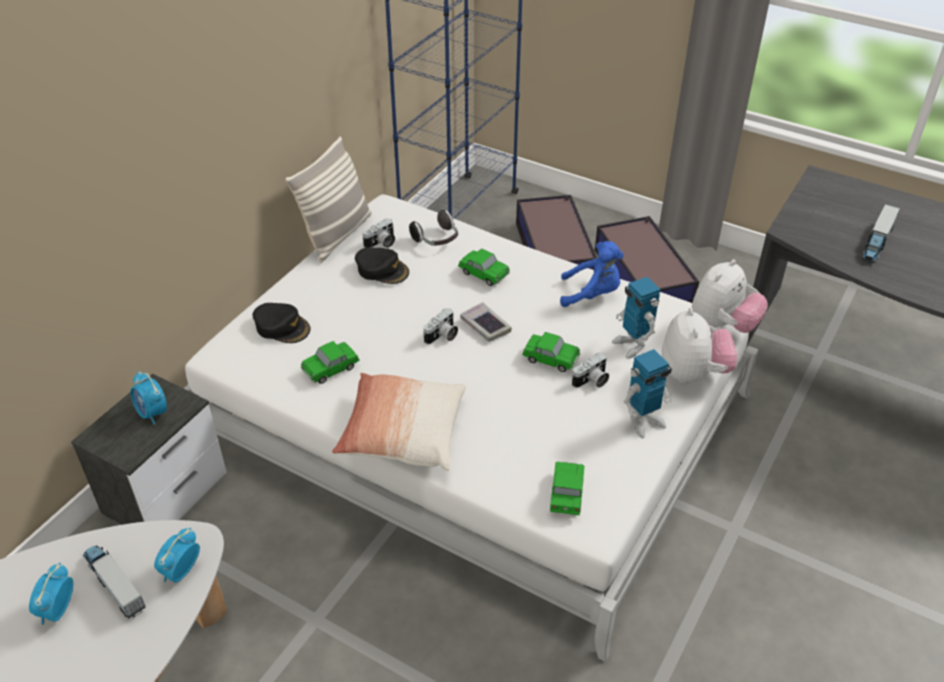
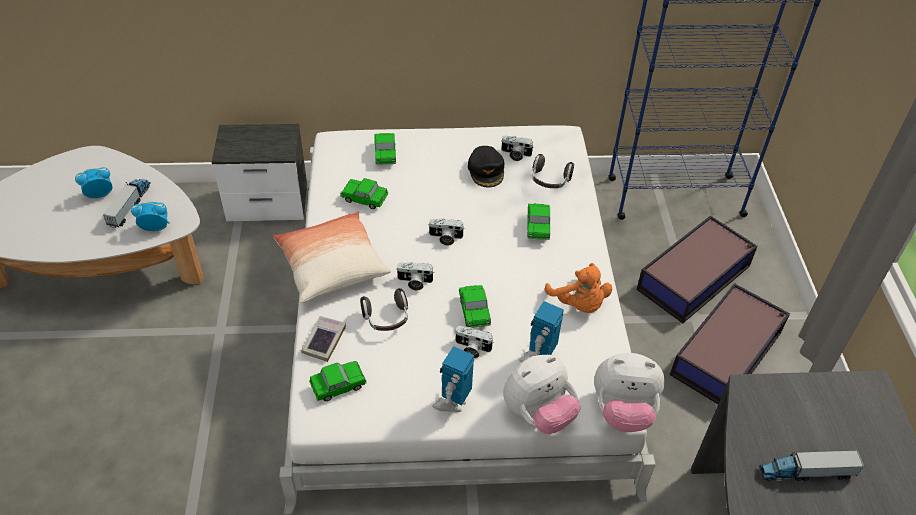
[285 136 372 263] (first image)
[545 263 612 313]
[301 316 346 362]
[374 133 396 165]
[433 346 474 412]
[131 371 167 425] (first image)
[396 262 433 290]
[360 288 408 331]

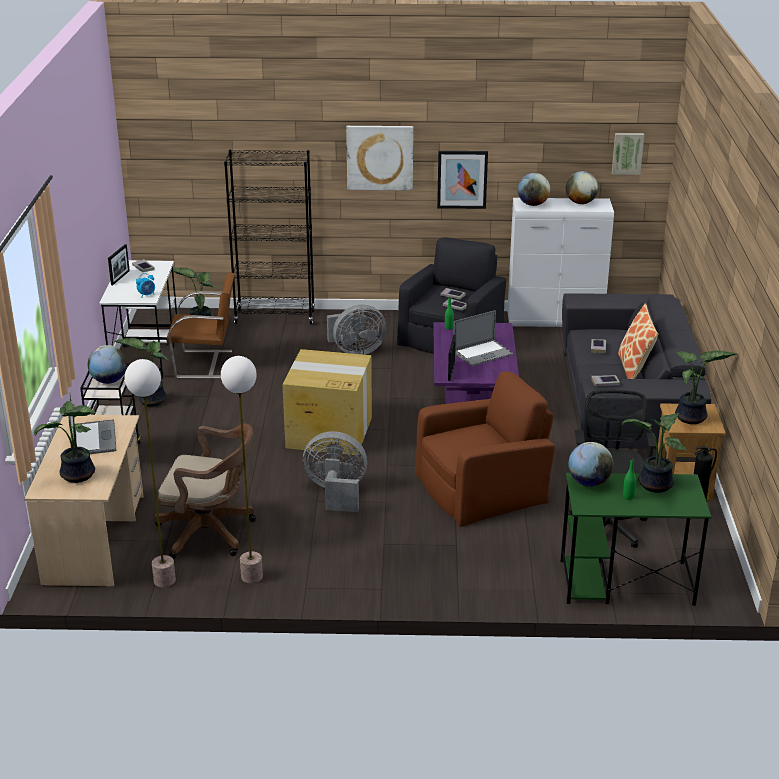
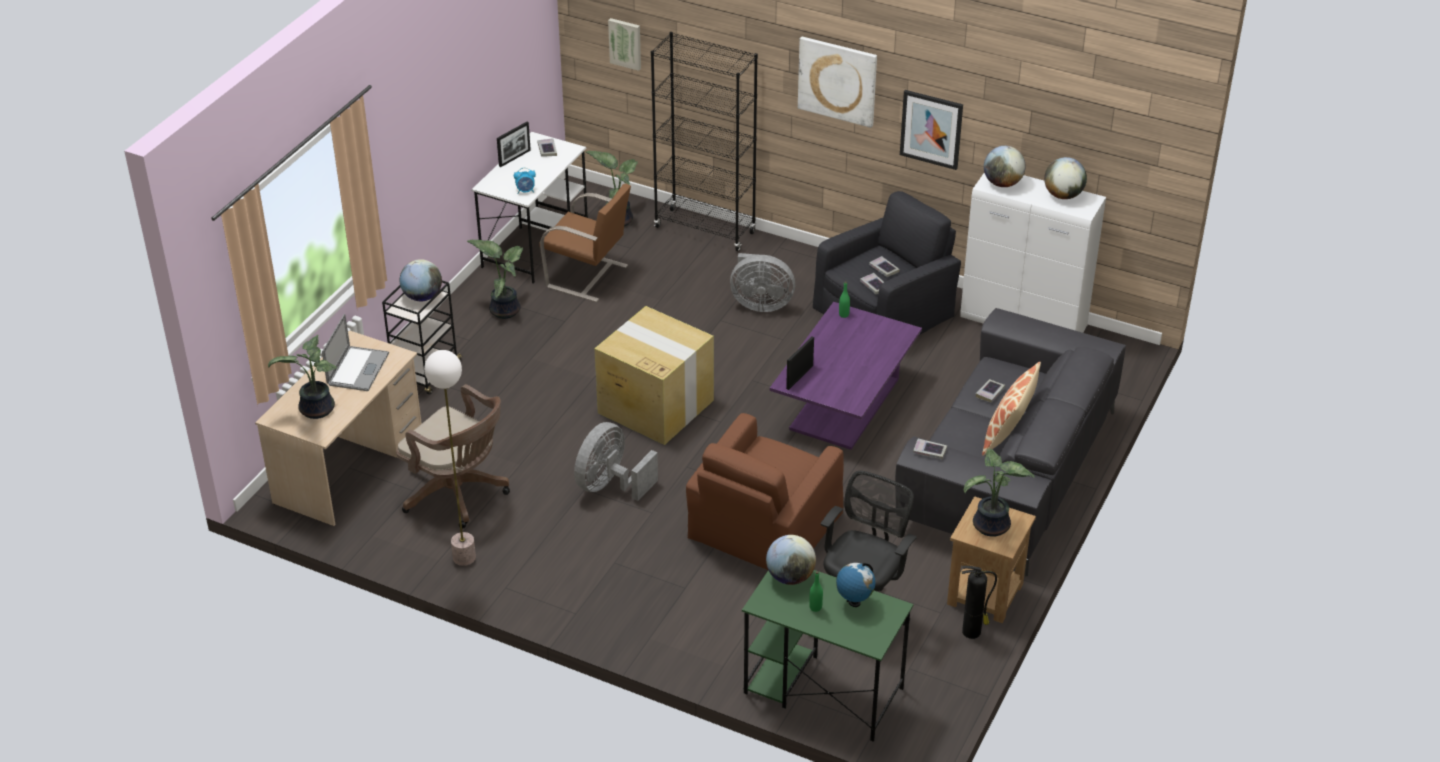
[608 18 641 71]
[453 310 513 366] (first image)
[125 359 176 587] (first image)
[686 413 844 570]
[836 563 875 607]
[574 422 658 501]

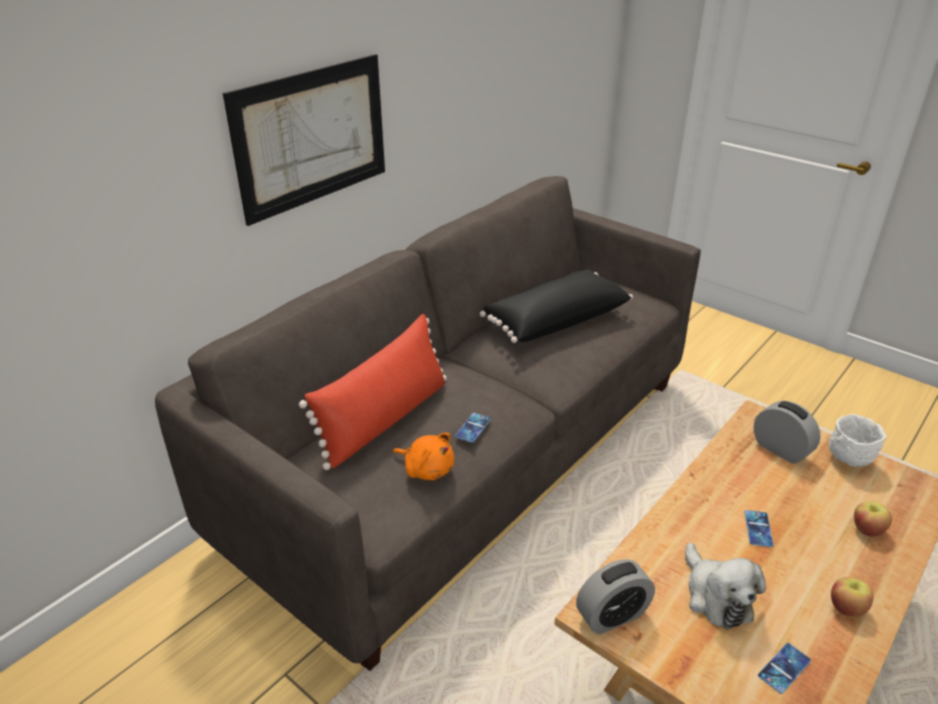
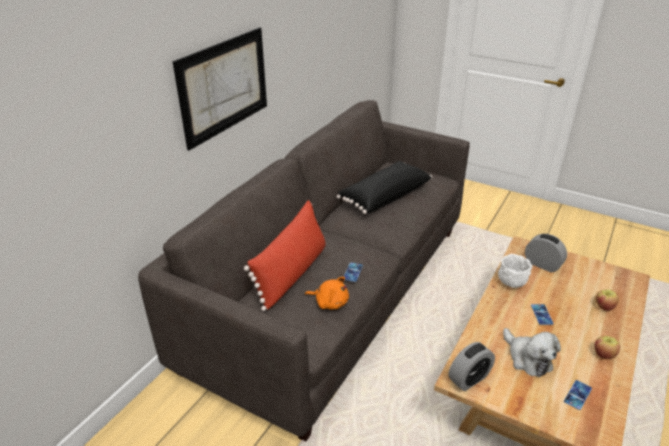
[498 254 533 288]

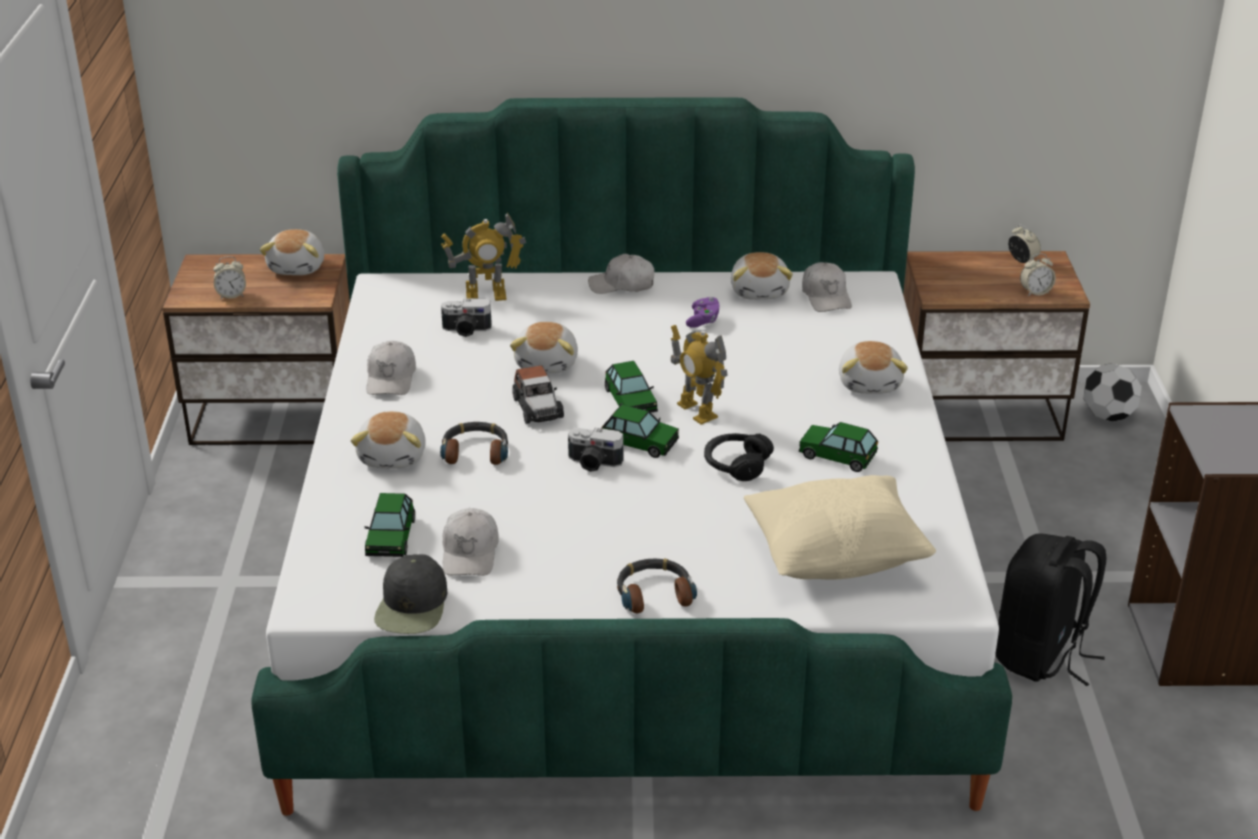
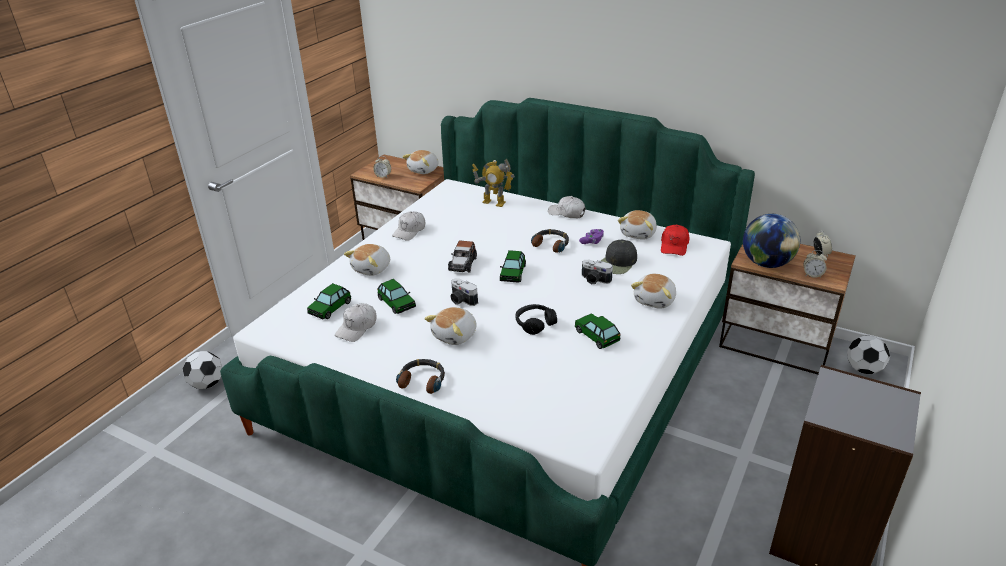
[661 225 690 256]
[582 260 613 284]
[425 307 477 345]
[671 325 728 425] (first image)
[377 279 416 314]
[531 229 569 253]
[744 475 936 579] (first image)
[995 533 1106 686] (first image)
[601 239 637 274]
[743 214 800 268]
[182 351 222 389]

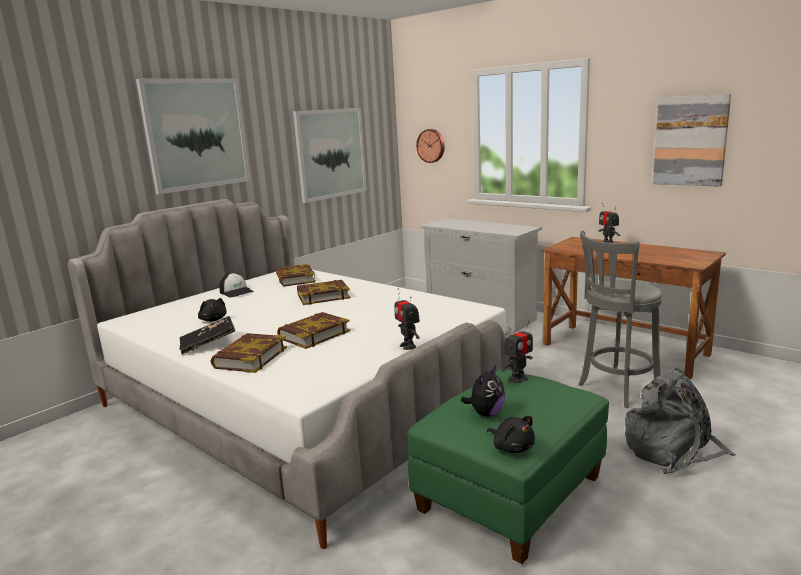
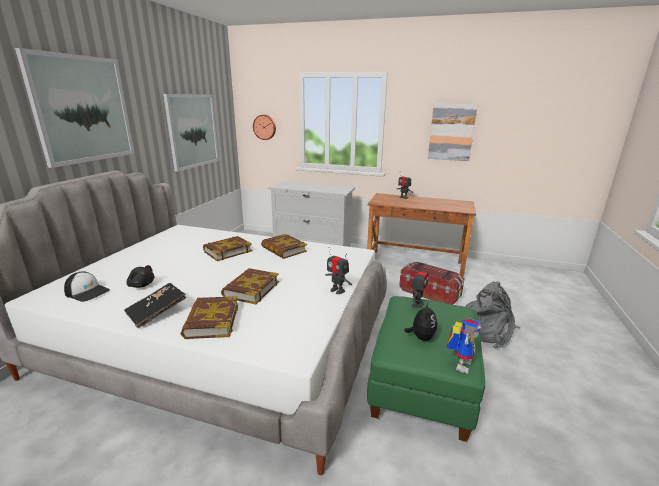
[399 262 464 305]
[261 234 307 259]
[64 271 110 302]
[446 318 482 374]

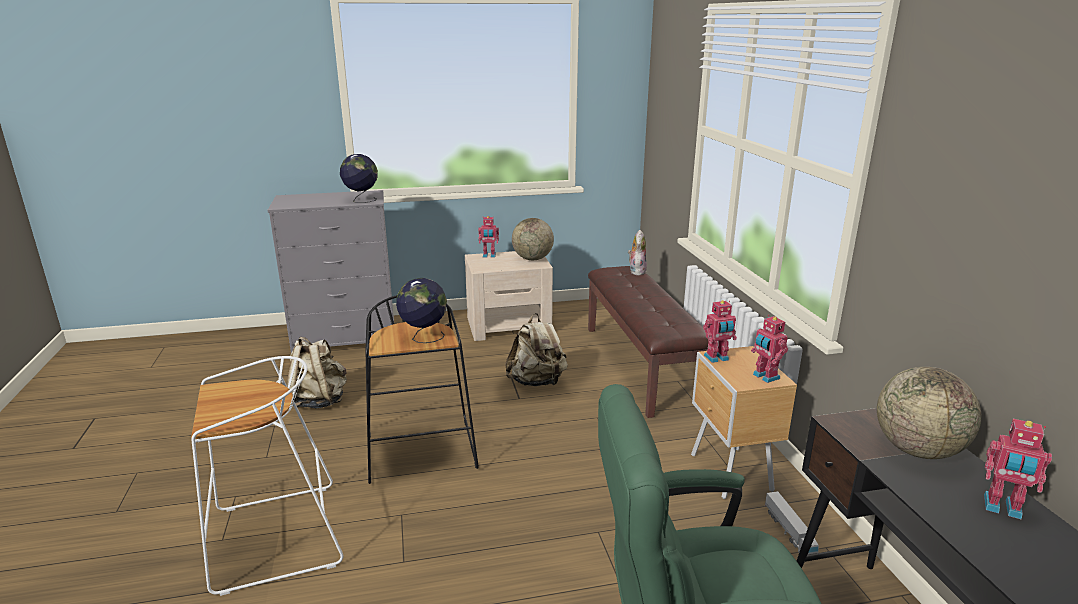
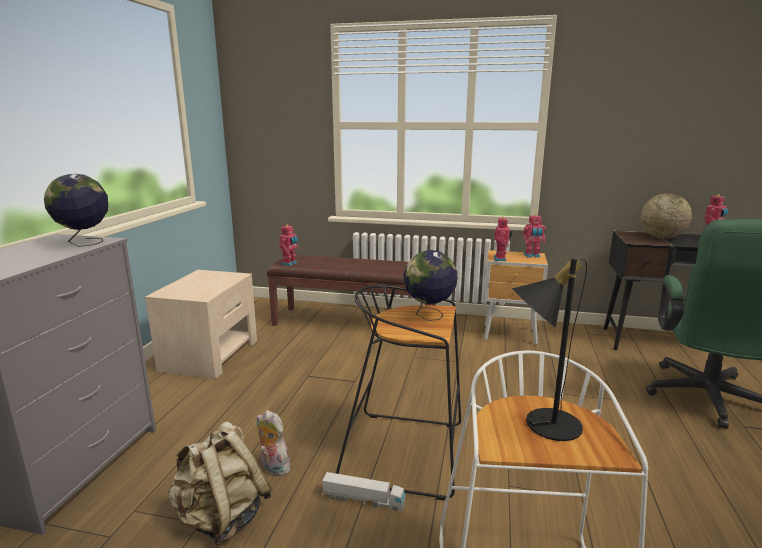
[279 225 299 266]
[512 218 554 260] (first image)
[257 410 290 476]
[505 313 568 386] (first image)
[322 472 405 511]
[512 258 587 441]

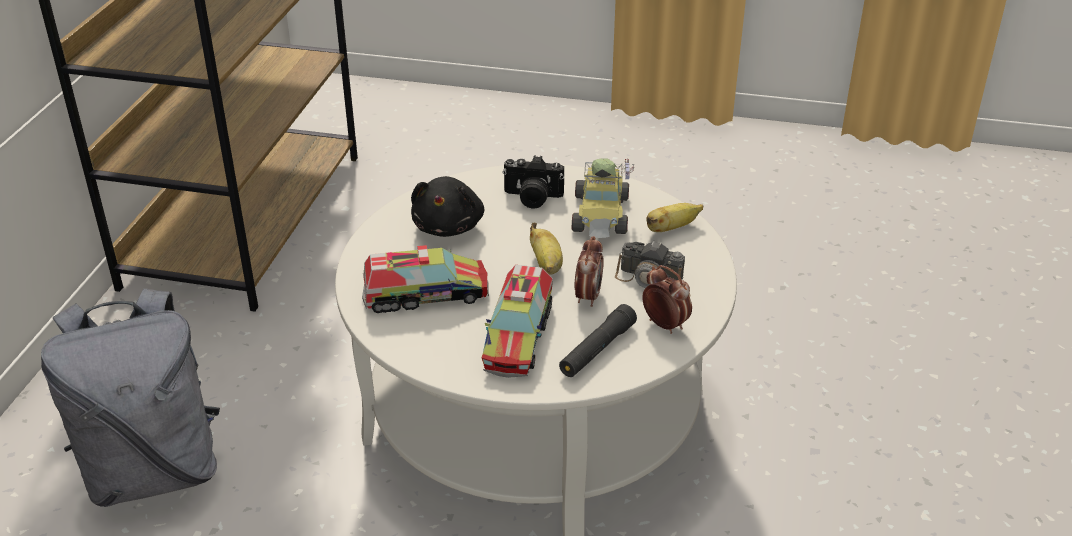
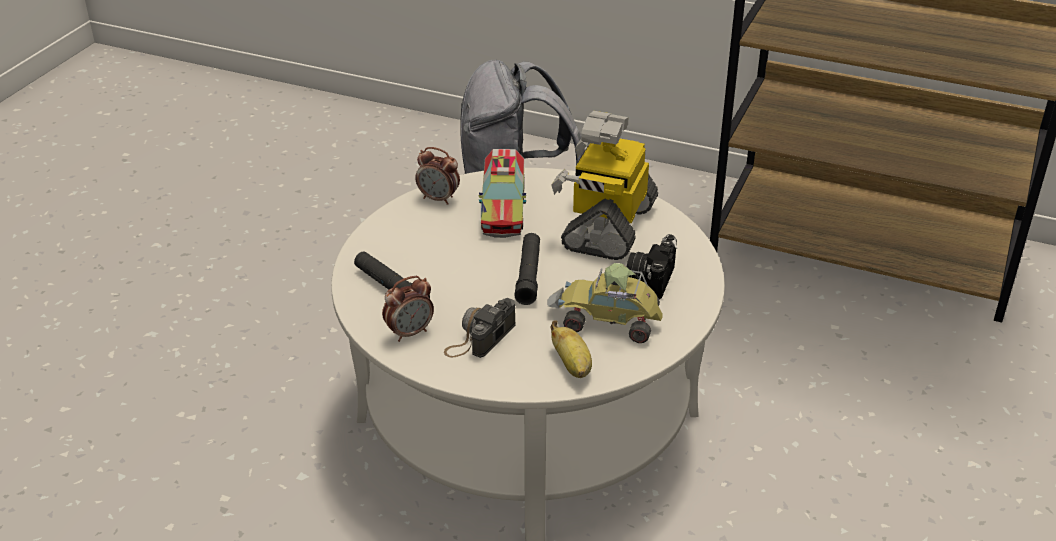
[551 111 658 260]
[514 233 540 305]
[415 147 460 205]
[481 265 553 378] (first image)

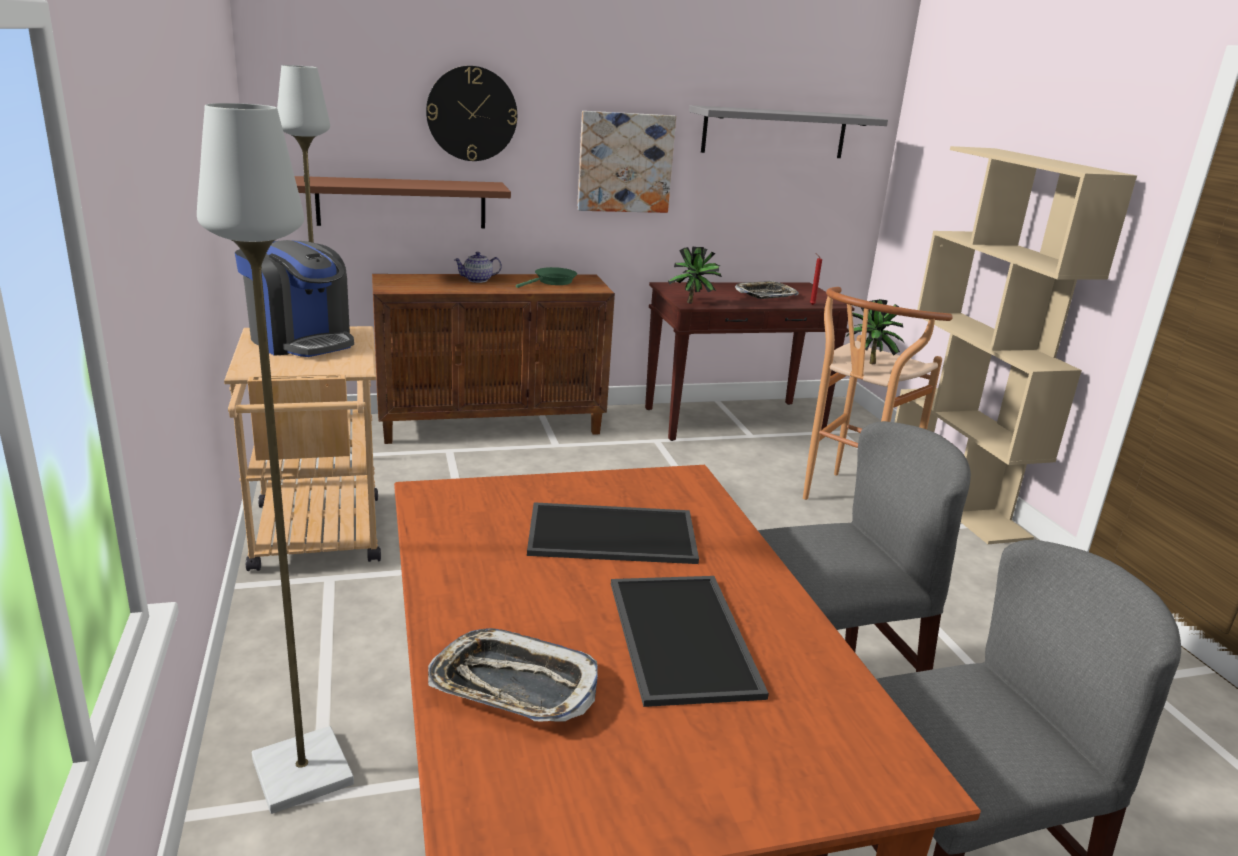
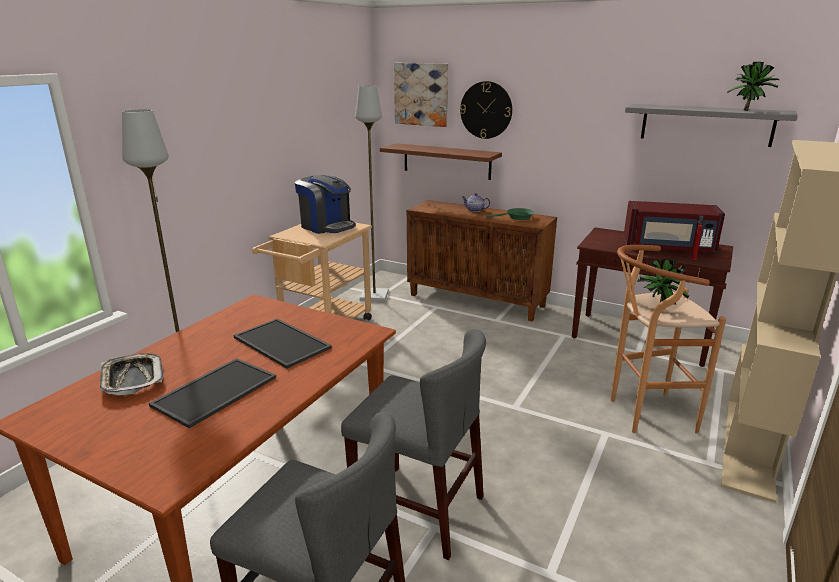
[394 63 448 127]
[295 175 356 234]
[727 62 779 111]
[624 201 725 254]

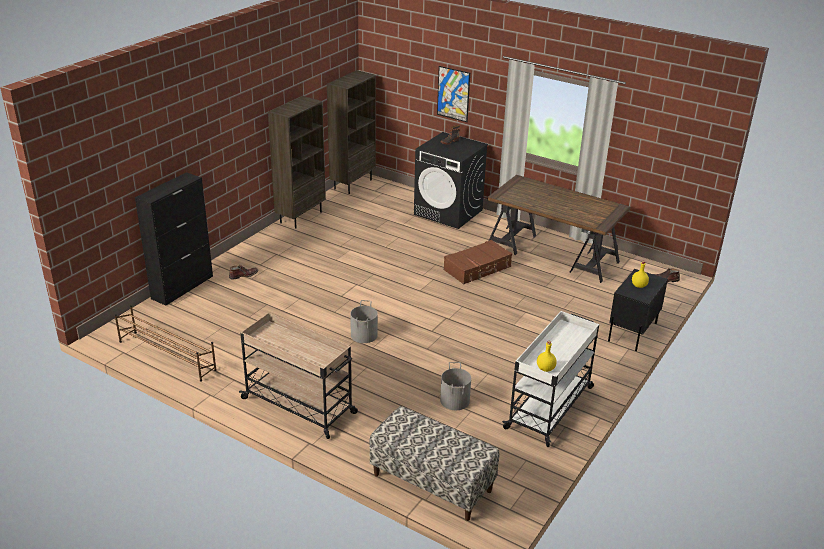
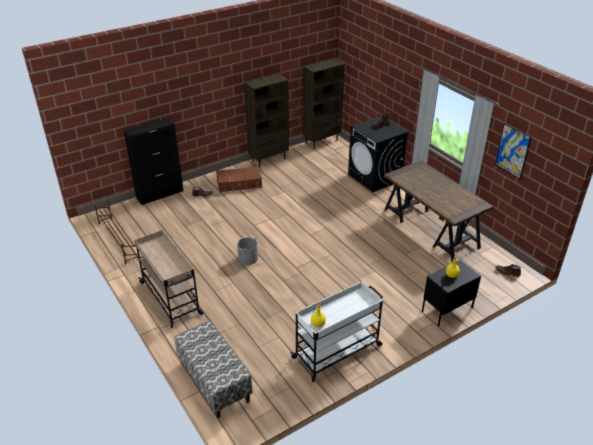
[495 123 531 180]
[216 166 262 192]
[440 362 471 410] (first image)

